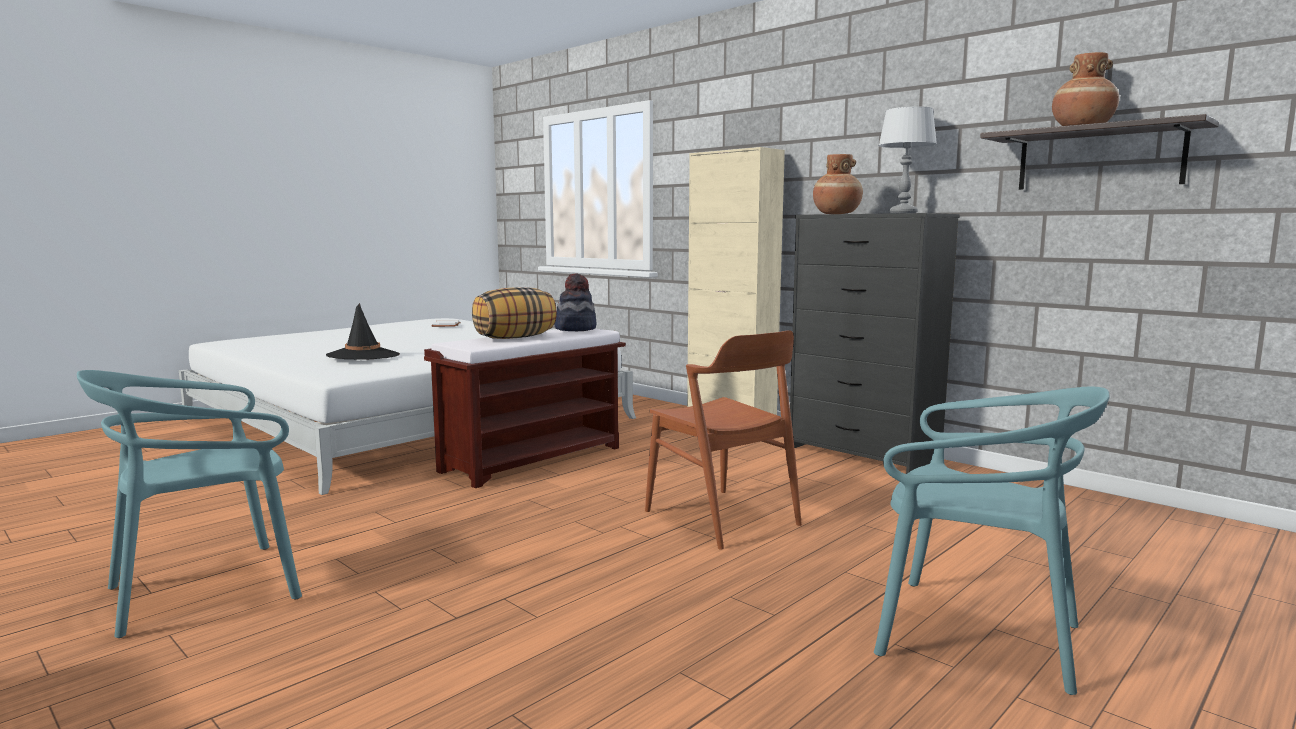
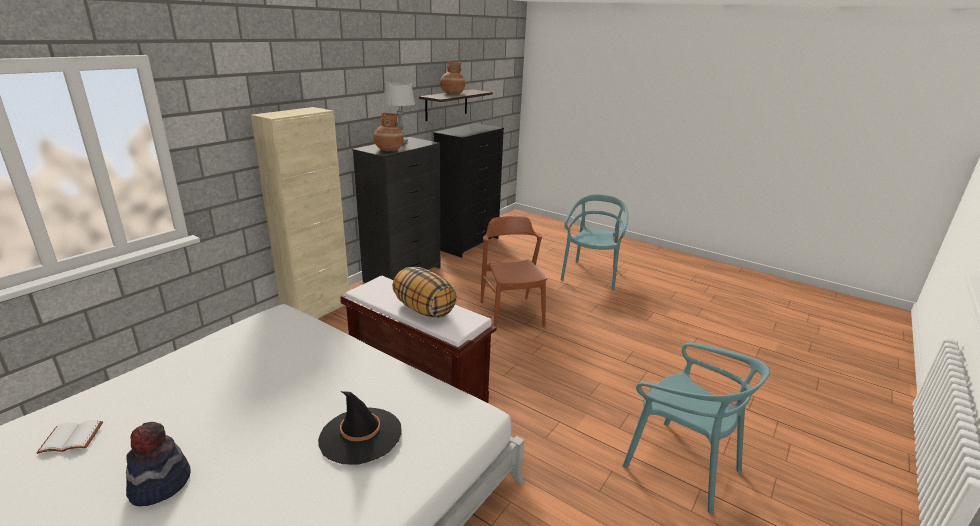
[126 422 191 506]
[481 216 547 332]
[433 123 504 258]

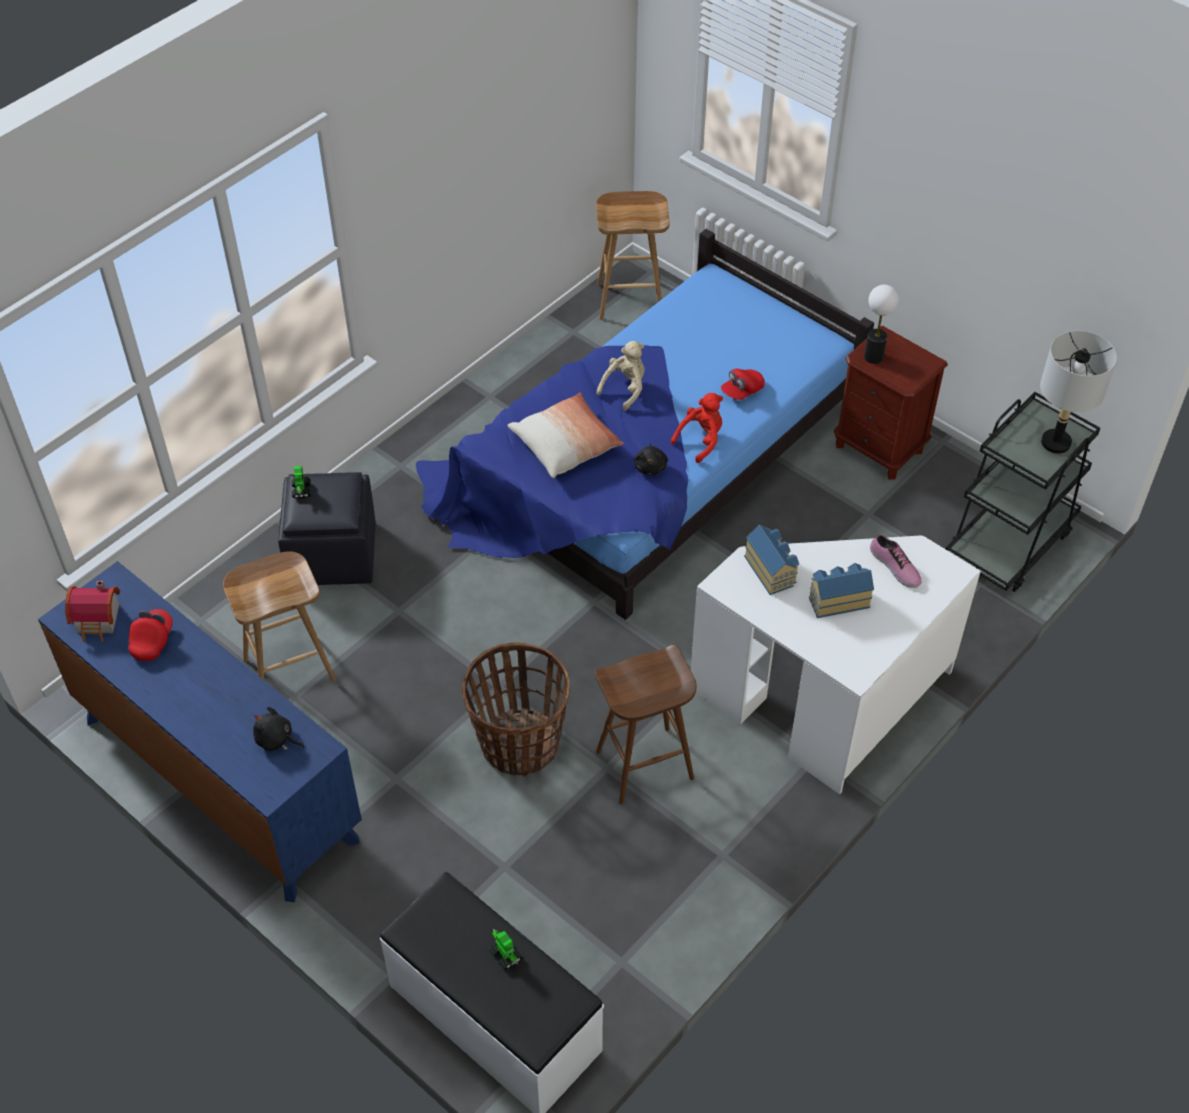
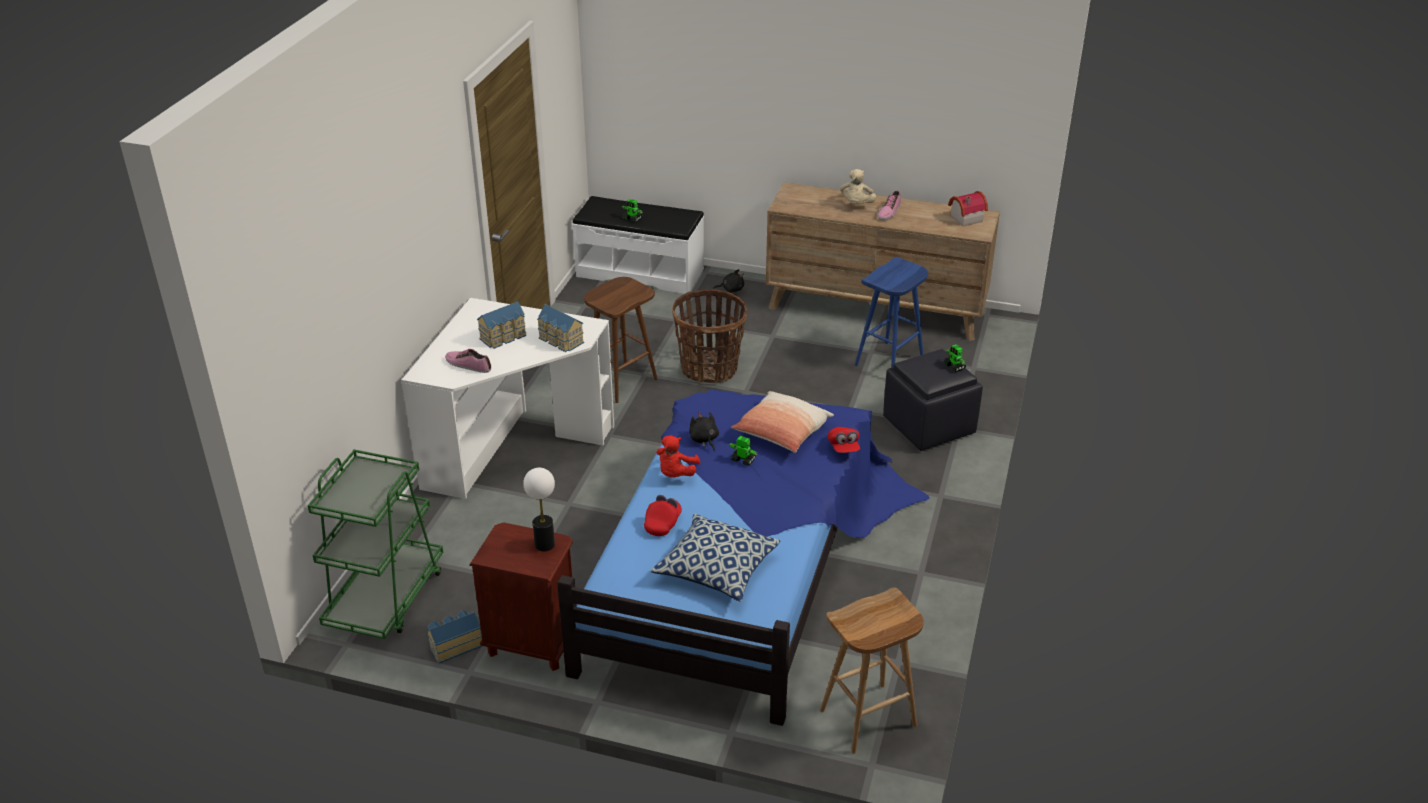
[1040 331 1117 454] (first image)
[840 169 876 205]
[308 449 443 639]
[855 257 928 368]
[766 182 1000 341]
[828 427 860 453]
[713 269 744 293]
[877 190 901 220]
[729 436 758 466]
[650 514 780 601]
[427 610 482 664]

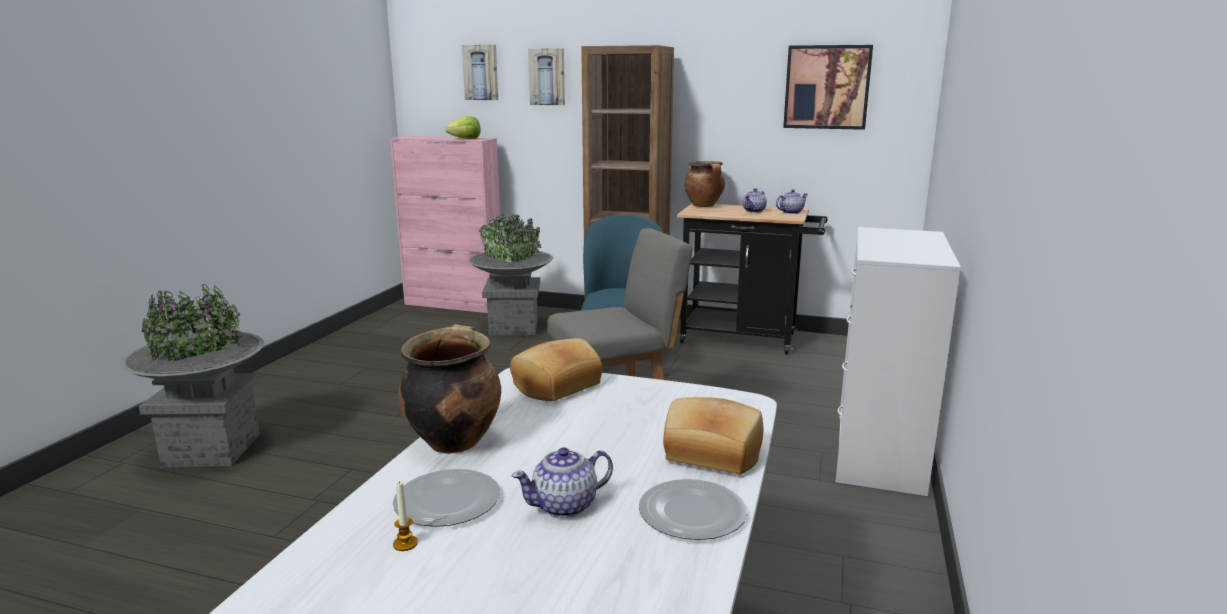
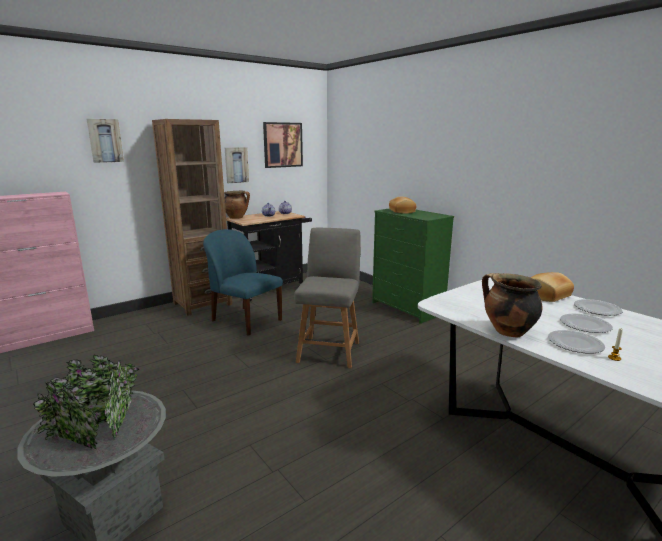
[225 147 249 183]
[446 117 481 139] (first image)
[468 214 553 336] (first image)
[372 208 454 324]
[389 196 416 214]
[560 314 613 333]

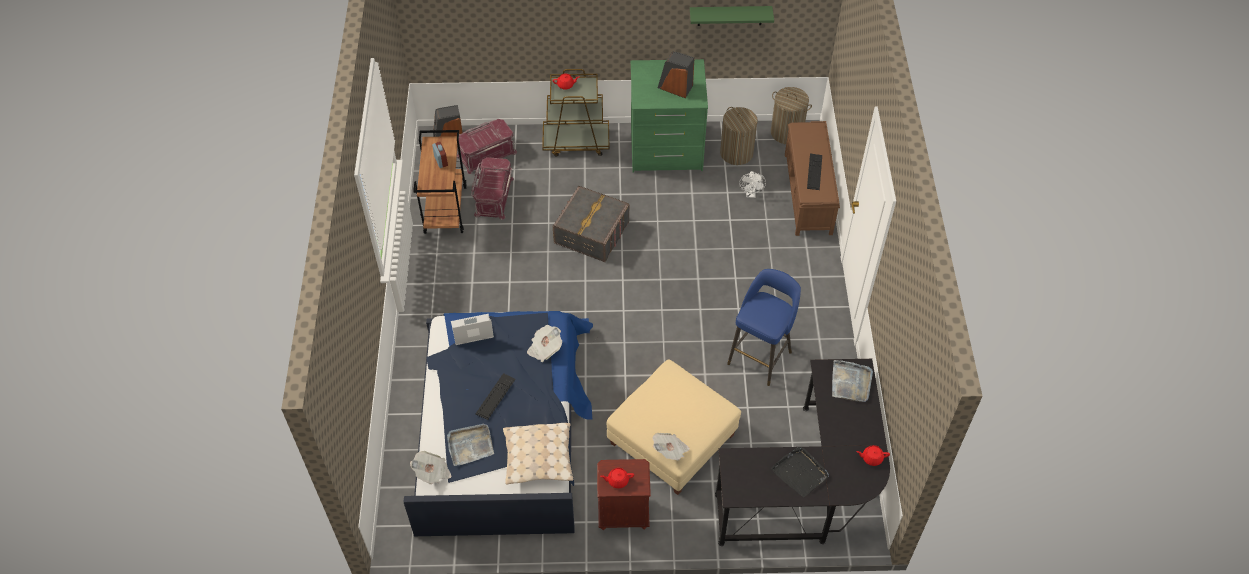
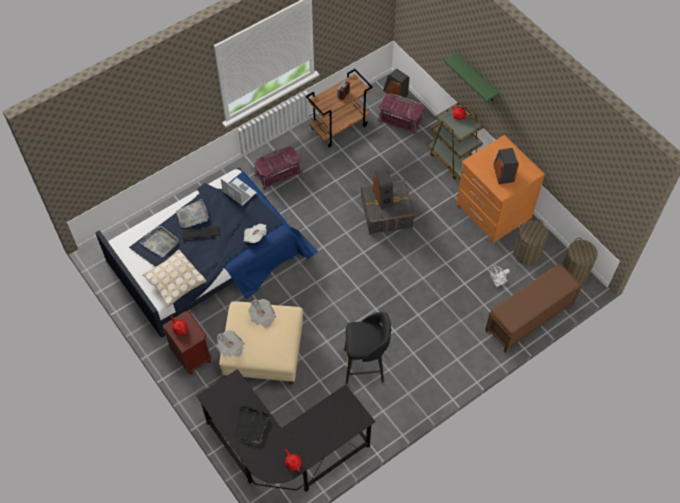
[444 53 500 102]
[456 135 545 243]
[807 153 822 190] (first image)
[254 146 303 190]
[344 312 391 384]
[176 199 209 228]
[248 299 276 329]
[373 169 393 209]

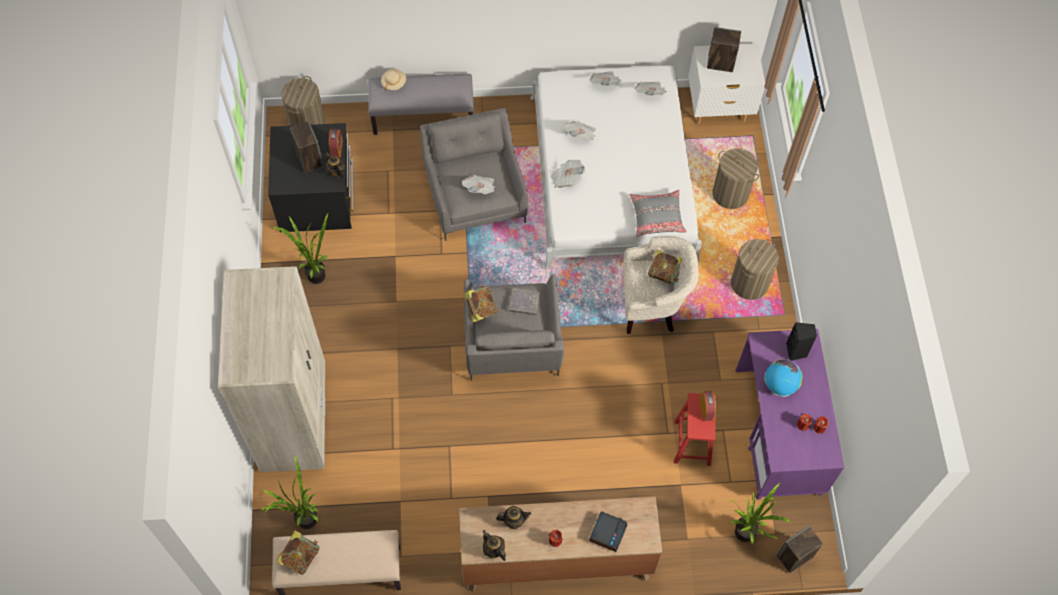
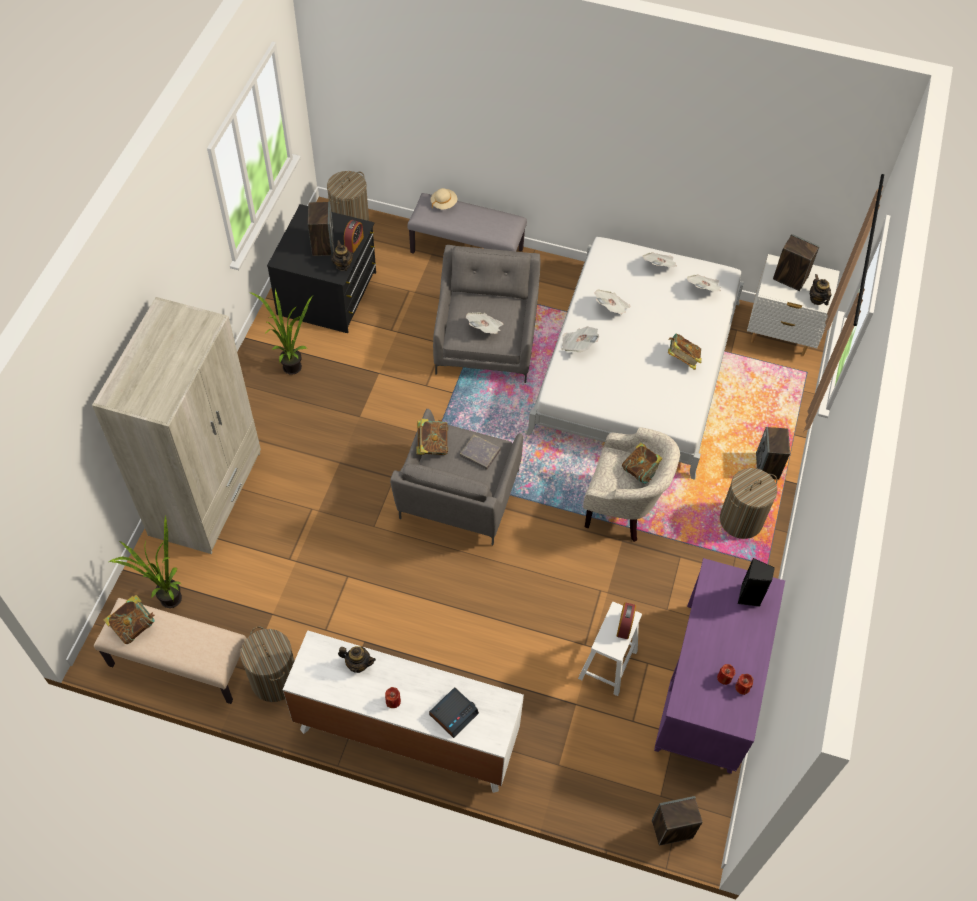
[241 626 295 702]
[630 190 687 237] (first image)
[764 359 803 397] (first image)
[578 602 642 696]
[729 483 793 545] (first image)
[283 630 524 793]
[810 274 832 305]
[668 333 702 370]
[756 427 790 479]

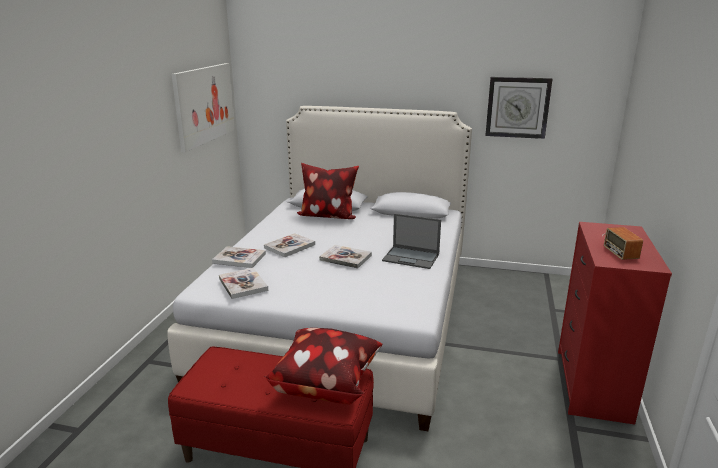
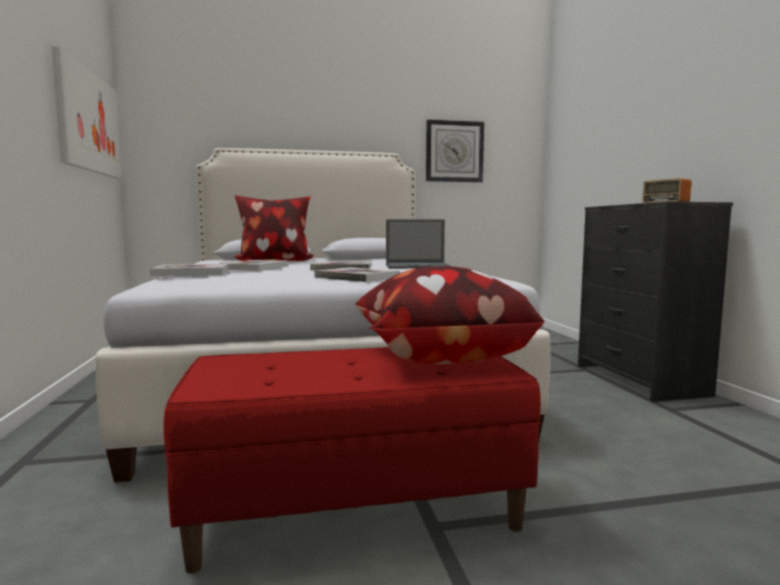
[578 202 733 402]
[315 267 400 282]

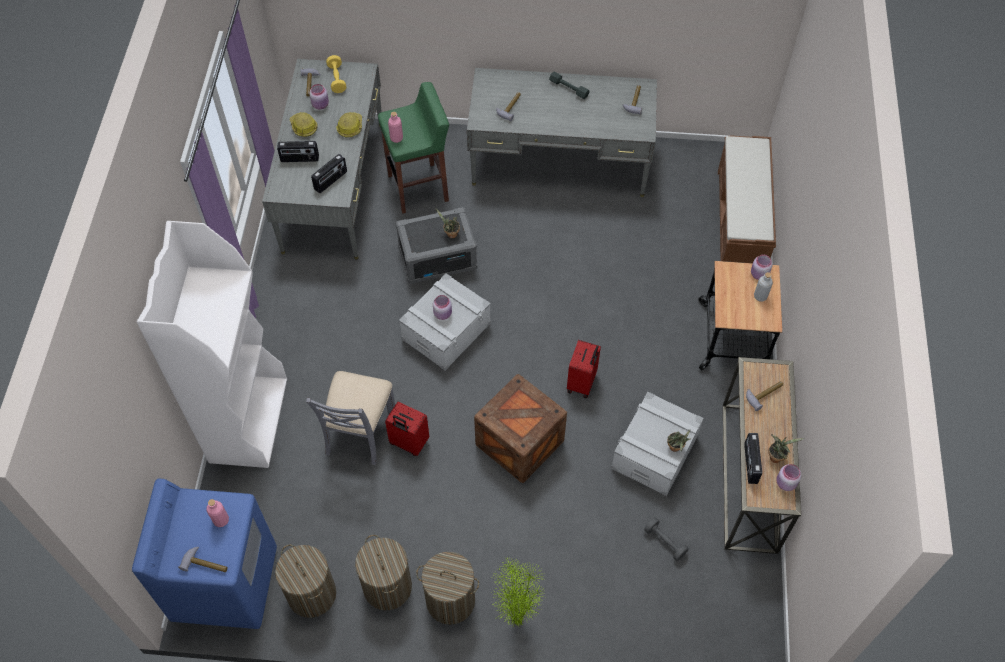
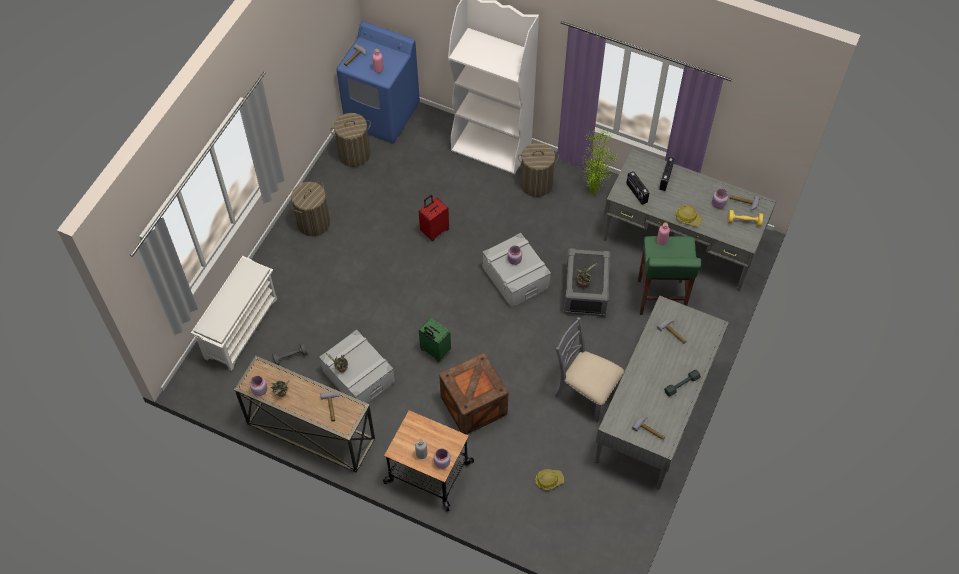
[535 469 564 491]
[718 136 776 263] (first image)
[419 318 451 362]
[554 317 624 423]
[439 353 508 435]
[744 433 762 484] (first image)
[518 142 559 197]
[582 129 616 195]
[191 256 277 371]

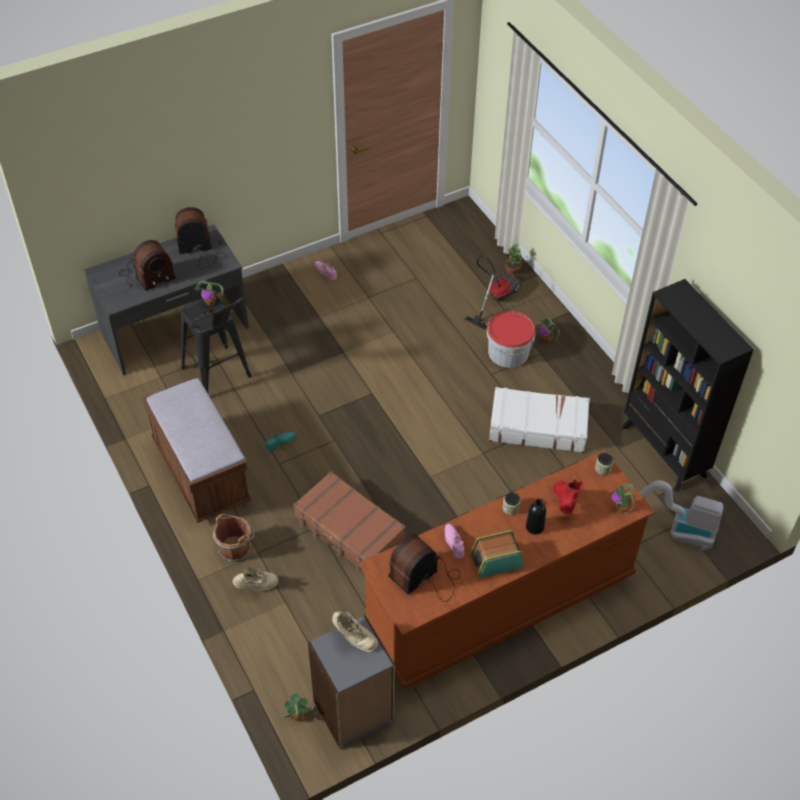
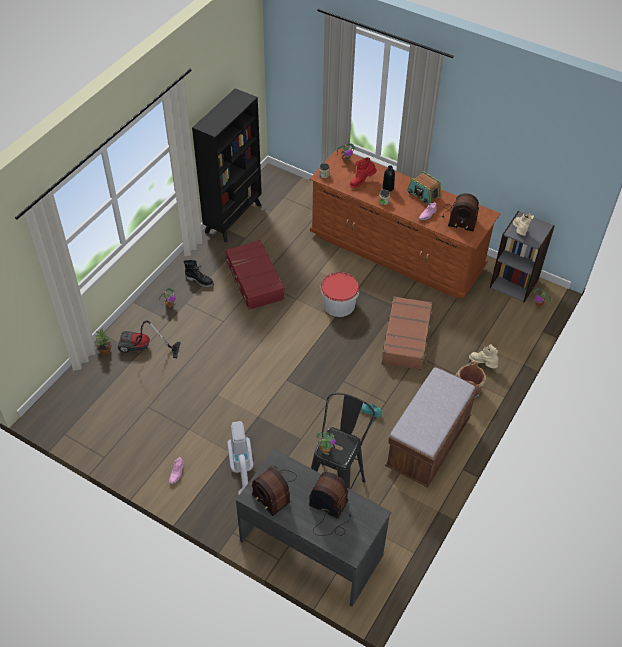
[321 272 359 317]
[225 240 285 310]
[227 421 254 495]
[184 260 214 288]

